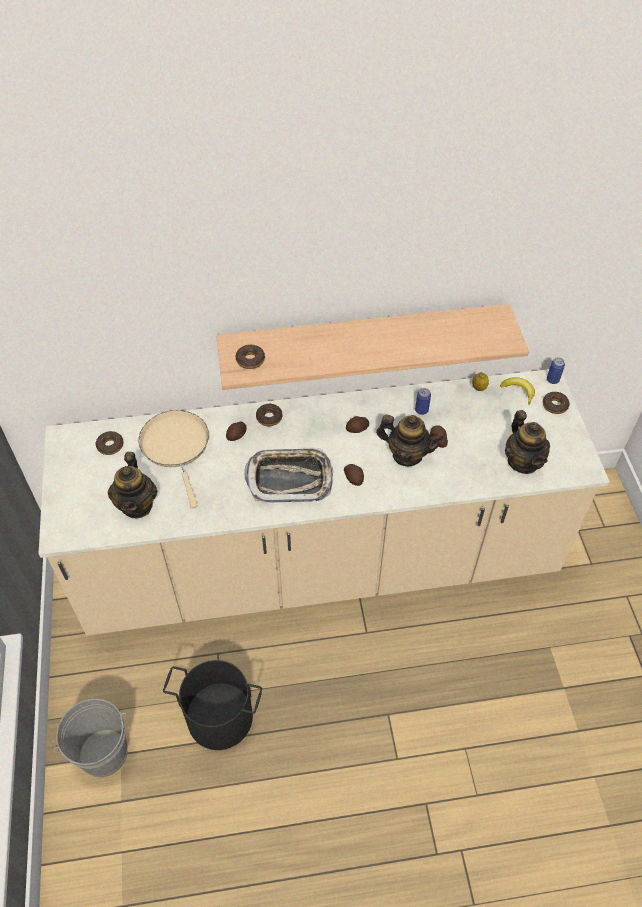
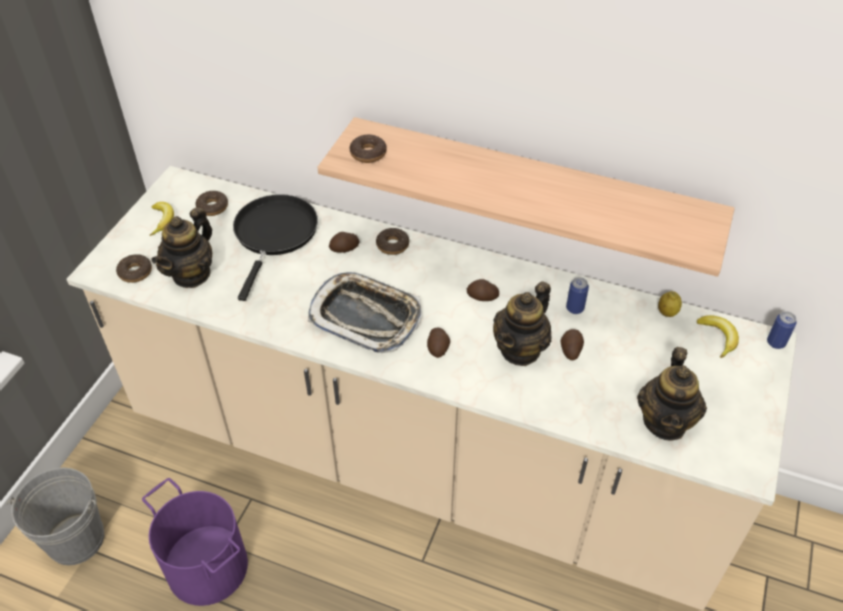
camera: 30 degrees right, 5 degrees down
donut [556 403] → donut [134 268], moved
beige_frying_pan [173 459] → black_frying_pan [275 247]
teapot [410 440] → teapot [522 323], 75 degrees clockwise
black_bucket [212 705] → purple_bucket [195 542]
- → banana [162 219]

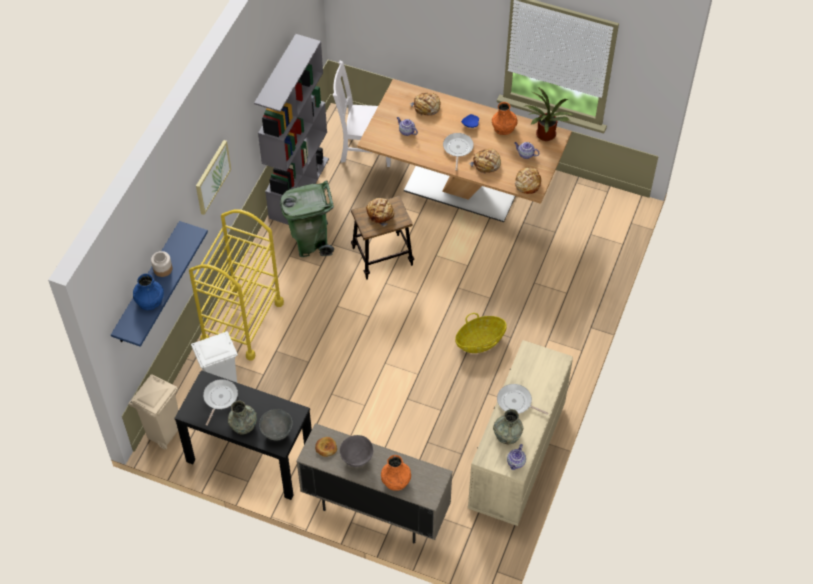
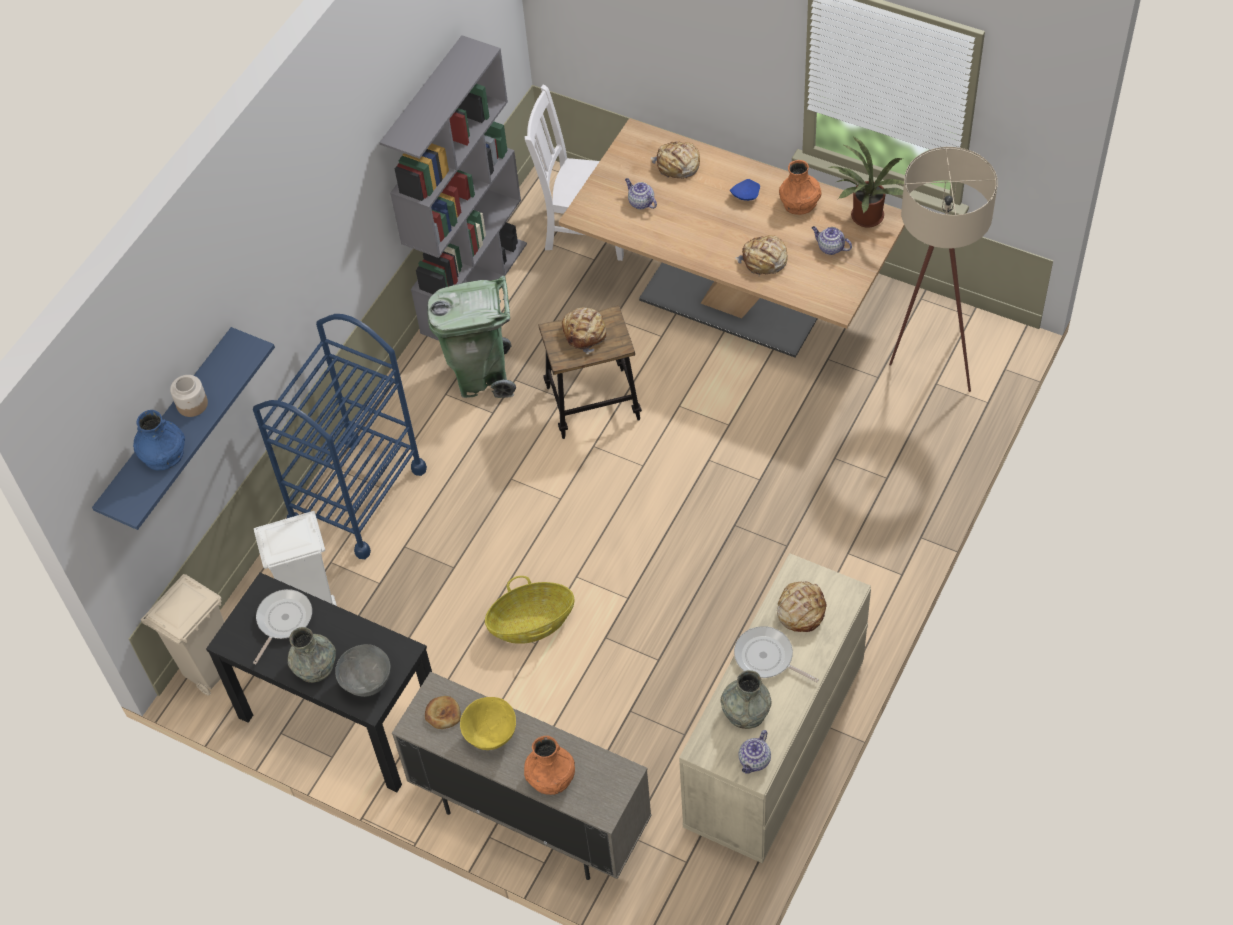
camera: 10 degrees right, 0 degrees up
frying_pan [458 152] → -
picture [213 177] → -
bread [528 180] → bread [802 606], moved
yellow_cart [236 285] → blue_cart [340 436]
basket [481 333] → basket [529 610], moved
grey_bowl [356 451] → yellow_bowl [488 723]
- → beige_floor_lamp [943 269]

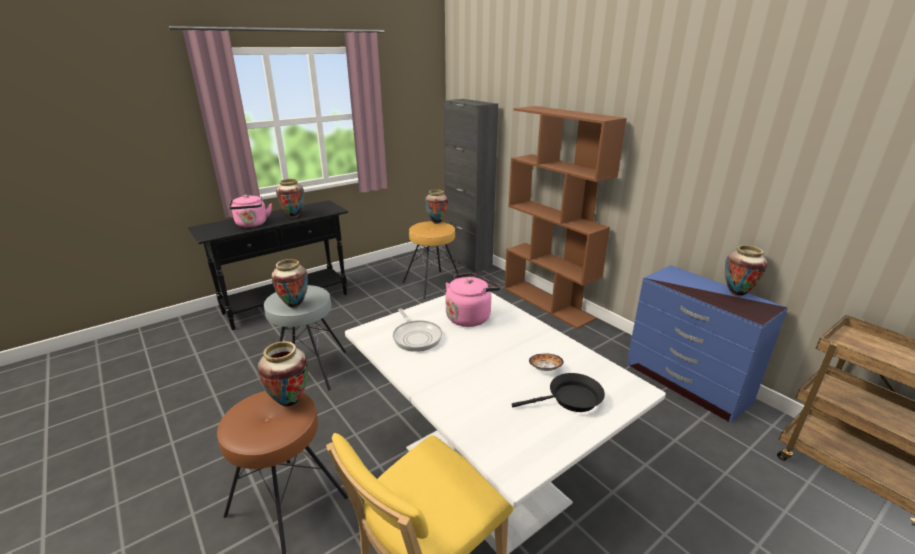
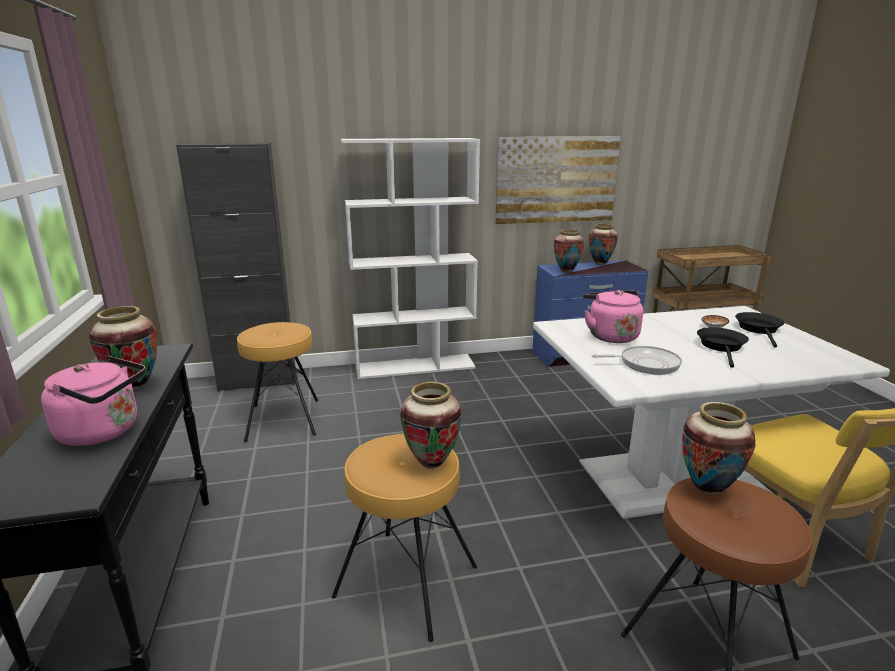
camera: 65 degrees left, 5 degrees down
brown_bookcase [565 217] → white_bookcase [410 258]
vase [436 207] → vase [569 251], moved
grey_stool [305 337] → brown_stool [404 538]
- → picture [558 180]
- → black_frying_pan [723 347]

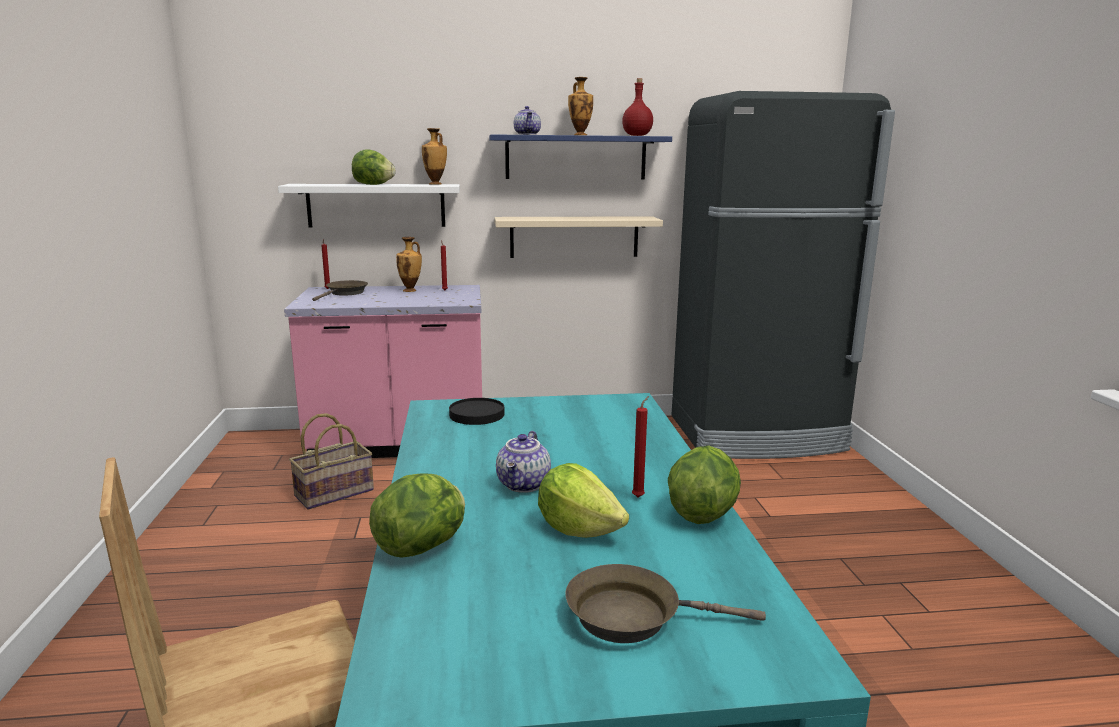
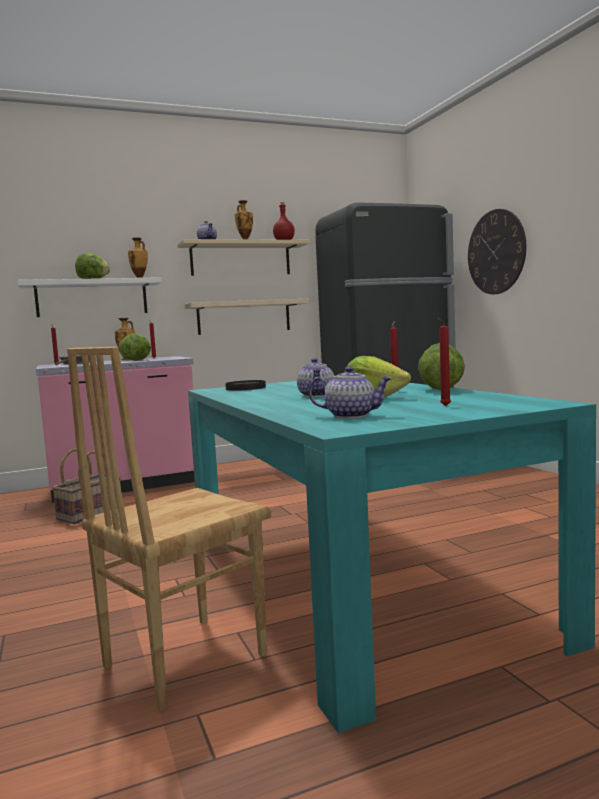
camera: 15 degrees left, 10 degrees down
blue_shelf [580 156] → beige_shelf [243 257]
lettuce [417 515] → lettuce [135 347], moved
brown_frying_pan [665 603] → red_candle [444 362]
- → wall_clock [497 251]
- → teapot [350 392]

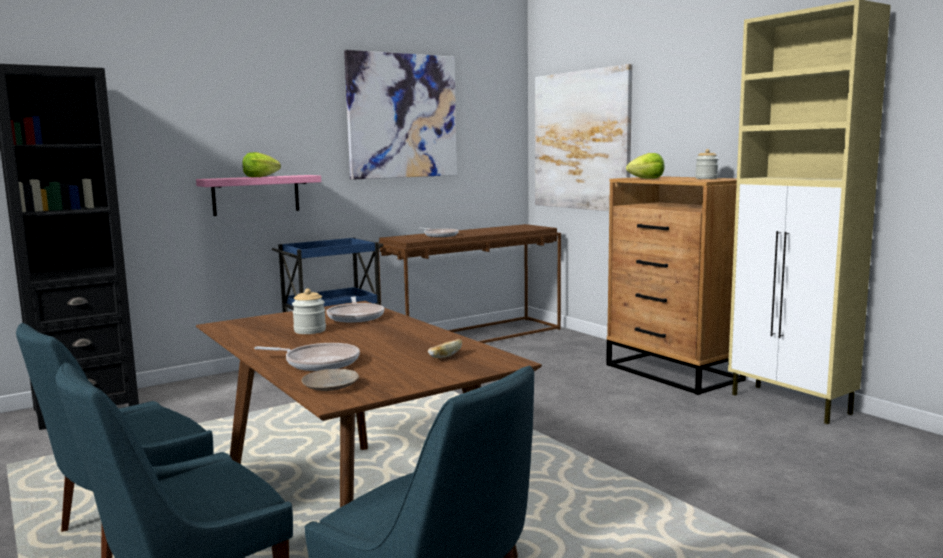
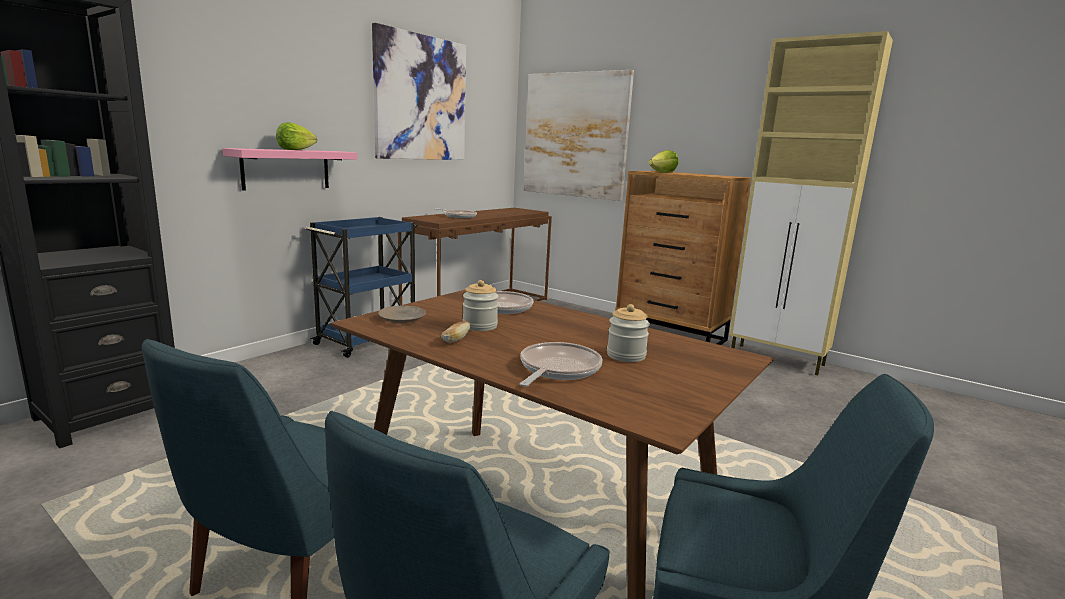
camera: 20 degrees left, 5 degrees up
jar [706 164] → jar [628 333], moved
bread [445 348] → bread [455 331], moved
frying_pan [307 357] → frying_pan [561 364], 60 degrees counterclockwise
beige_plate [330 380] → beige_plate [402 314], moved

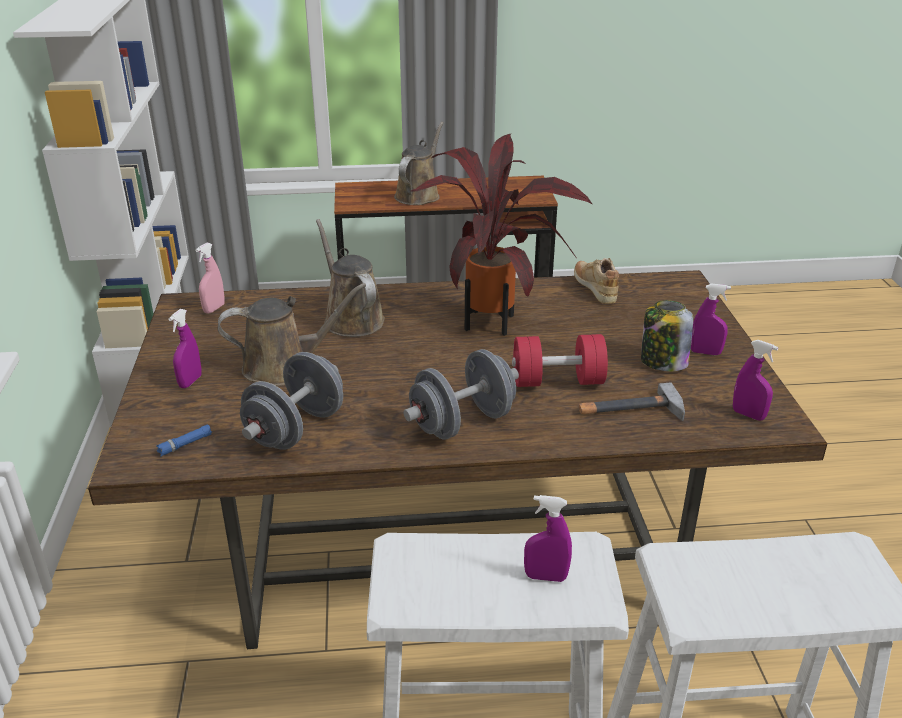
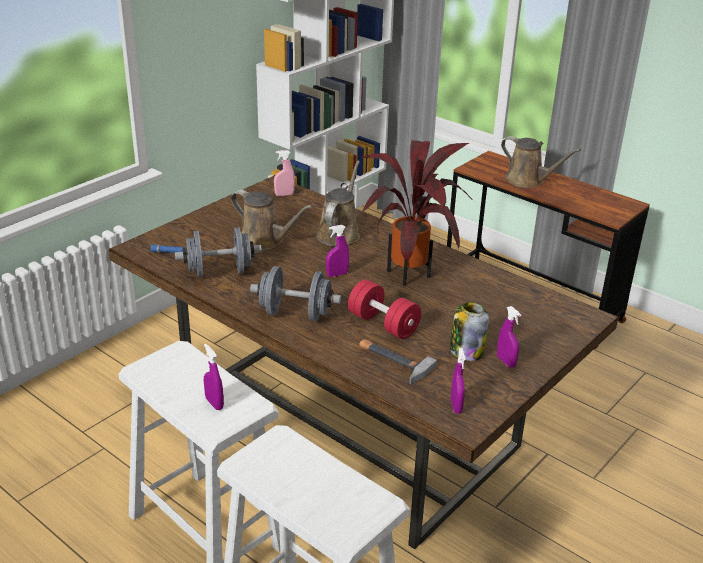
camera: 45 degrees right, 0 degrees up
brown_watering_can [419 163] → brown_watering_can [541 162], 60 degrees clockwise
beige_shoe [596 281] → -
purple_spray_bottle [185 348] → purple_spray_bottle [337 251], moved

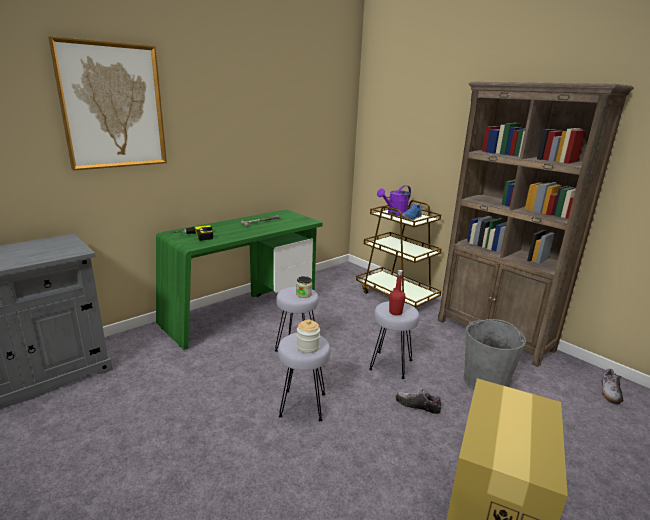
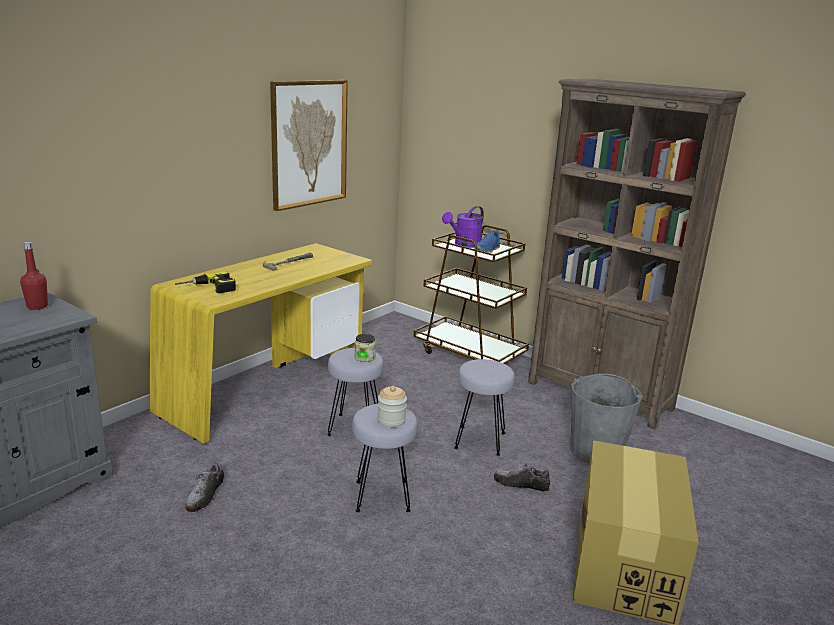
camera: 10 degrees left, 0 degrees up
picture [107 103] → picture [309 145], moved
green_desk [239 280] → yellow_desk [260 343]
red_bottle [397 292] → red_bottle [34 276], moved
shoe [612 387] → shoe [205 487], moved

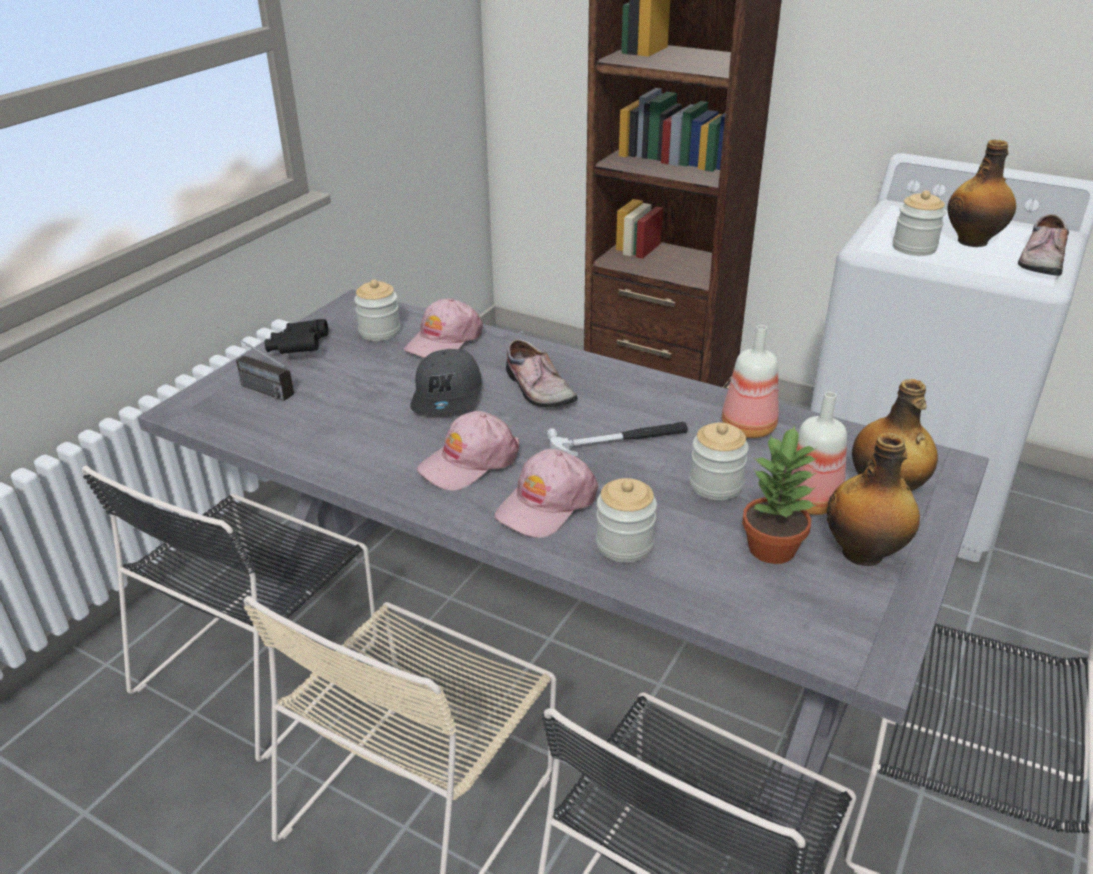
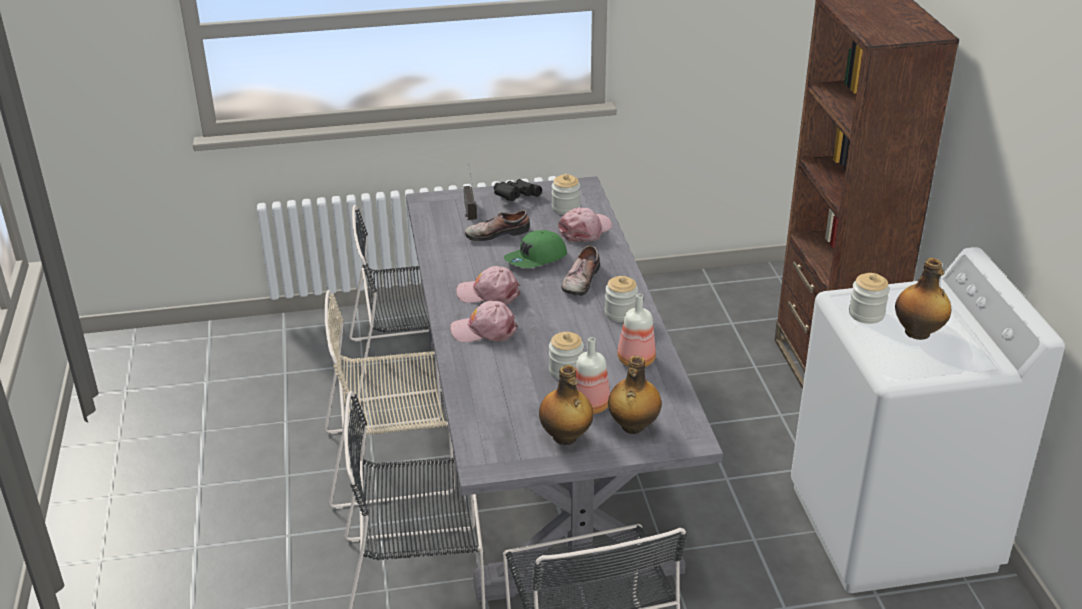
camera: 50 degrees right, 0 degrees up
shoe [1043 245] → shoe [497 225], moved
pink_cap [443 328] → pink_cap [585 224], 135 degrees clockwise
grey_cap [446 381] → green_cap [535 249]
hammer [617 438] → -
potted_plant [779 494] → -
jar [626 520] → jar [621 299], moved

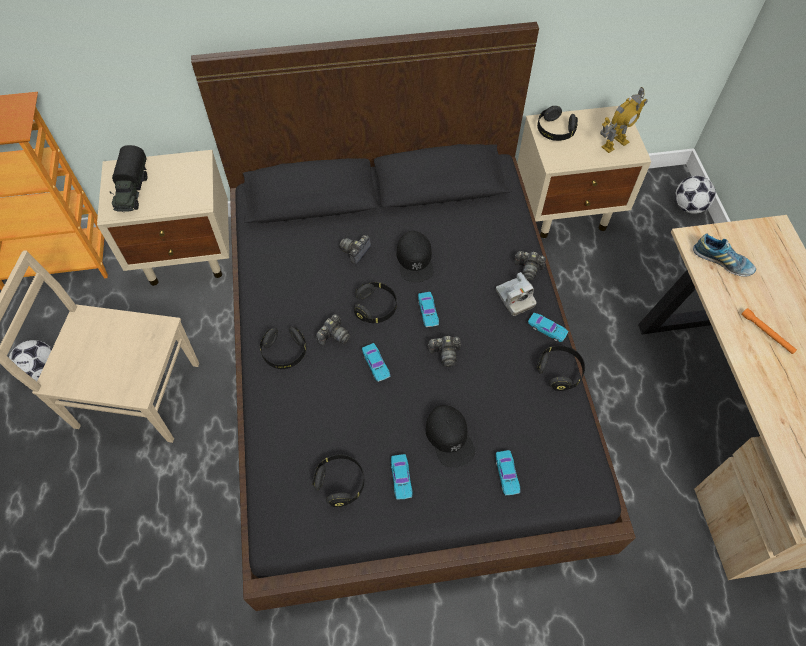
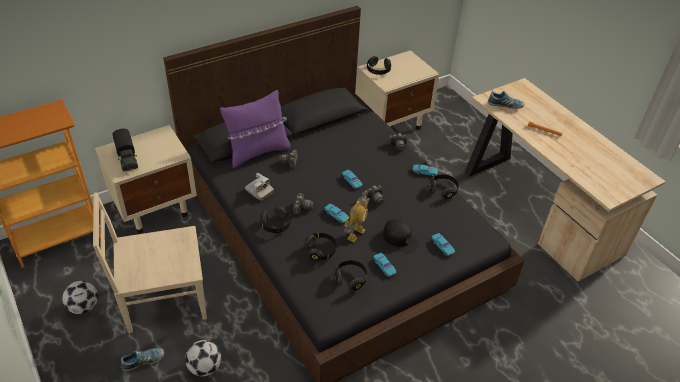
camera: 25 degrees left, 15 degrees down
toy_robot [624 120] → toy_robot [357 217], moved
football [695 195] → football [203 358], moved
black_cap [415 256] → -
photo_camera [516 294] → photo_camera [259 187], moved
black_headphones [375 302] → black_headphones [320 247], moved
- → purple_pillow [255 129]
- → shoe [142 360]

